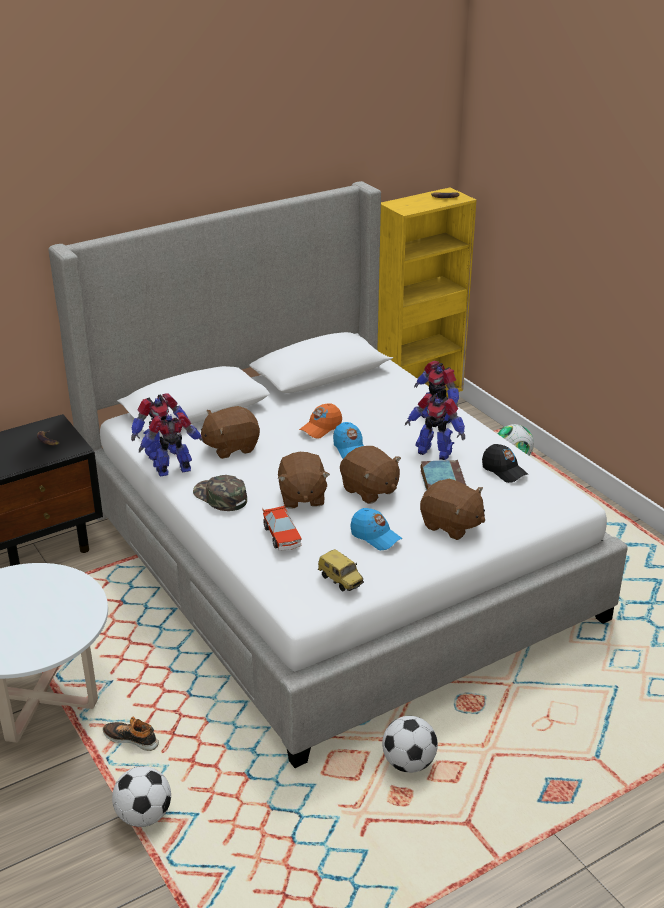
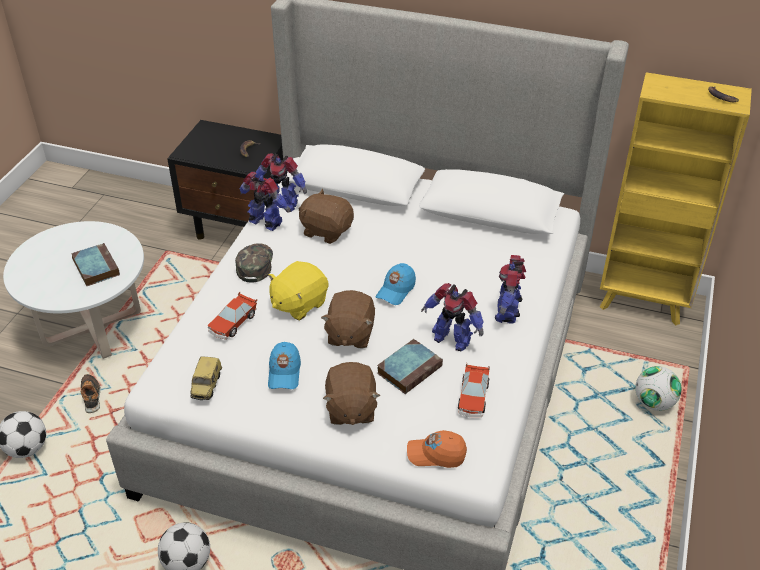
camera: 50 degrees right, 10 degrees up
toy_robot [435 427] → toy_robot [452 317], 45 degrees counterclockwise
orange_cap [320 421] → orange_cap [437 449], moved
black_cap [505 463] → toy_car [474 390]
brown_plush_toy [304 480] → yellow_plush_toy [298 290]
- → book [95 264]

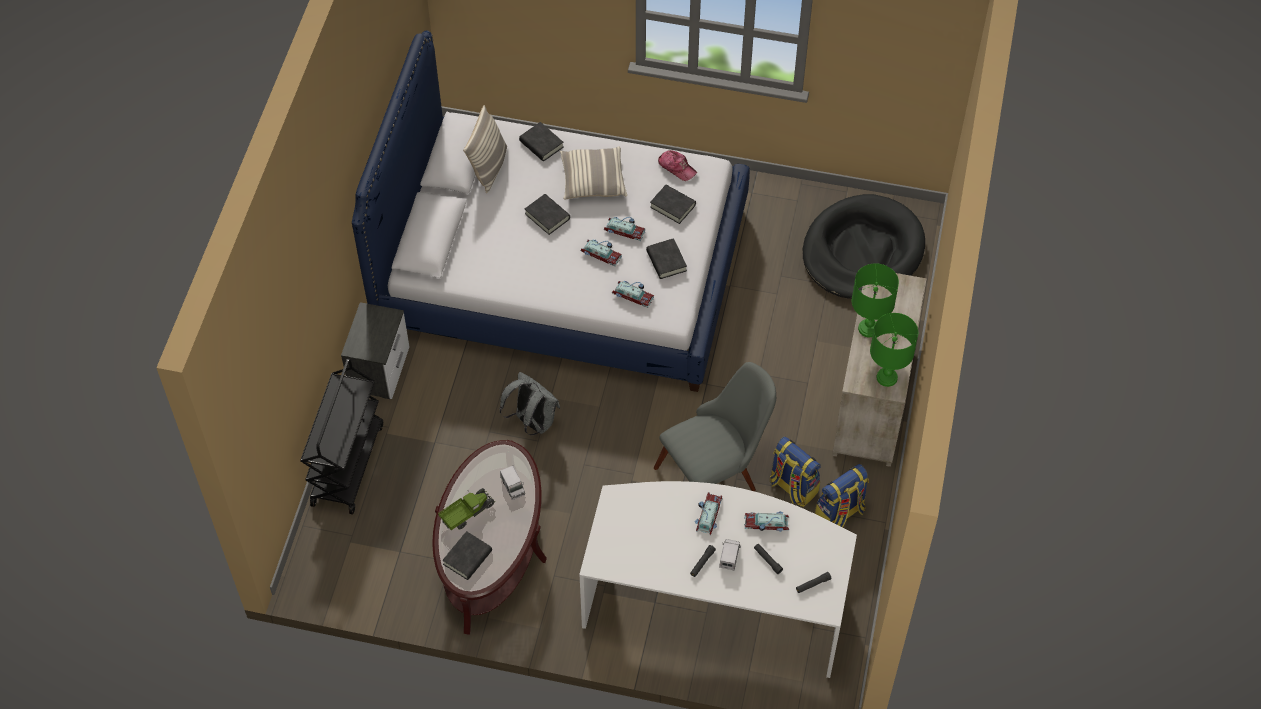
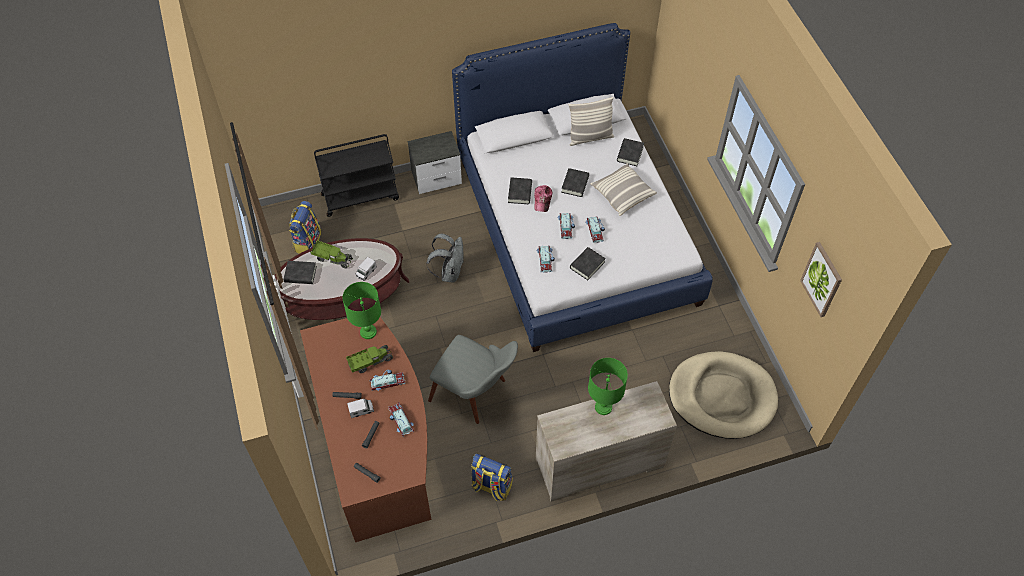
camera: 60 degrees right, 0 degrees up
cap [677 165] → cap [543 198], moved
black_book [673 204] → black_book [520 190], moved
black_dog_bed [863 246] → beige_dog_bed [723 395]
green_table_lamp [894 350] → green_table_lamp [362 310], moved
backpack [795 471] → backpack [305 227], moved
white_desk [718 579] → brown_desk [366 429]
- → picture [821 279]
- → toy_truck [369 359]

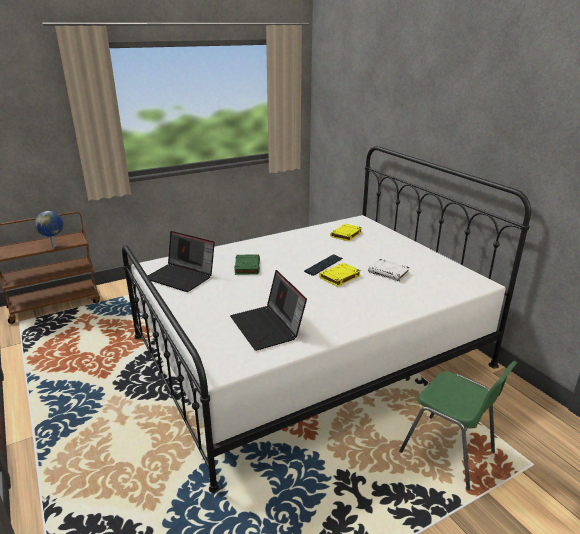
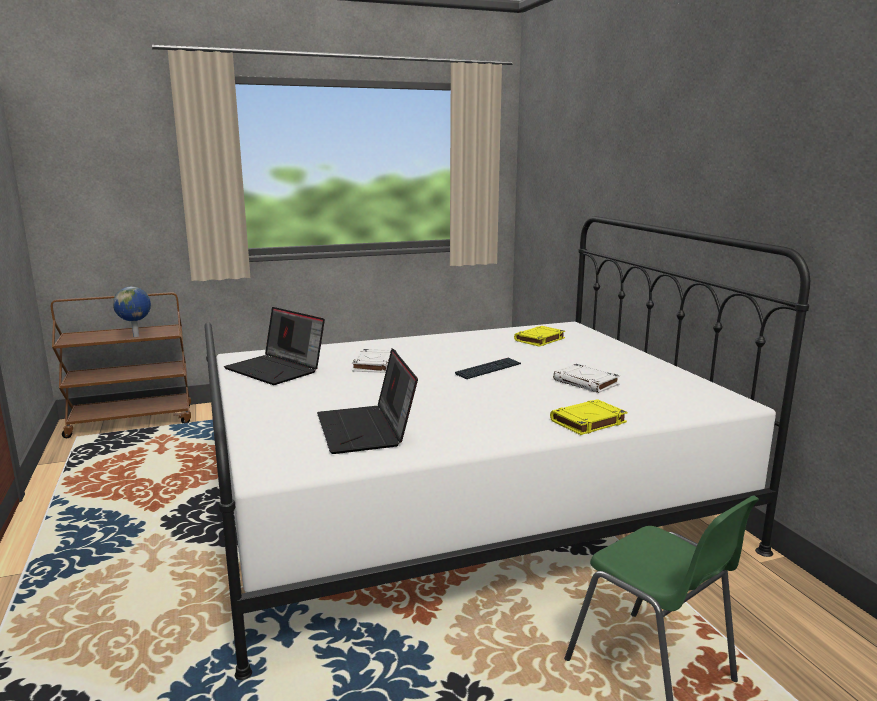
camera: 10 degrees right, 10 degrees down
green_book [247 264] → white_book [374 361]
yellow_book [340 275] → yellow_book [589 417], moved

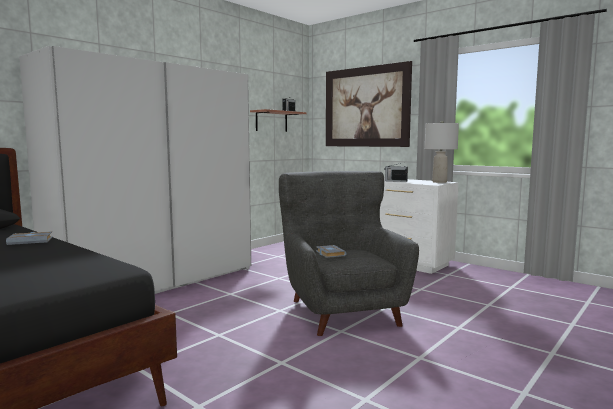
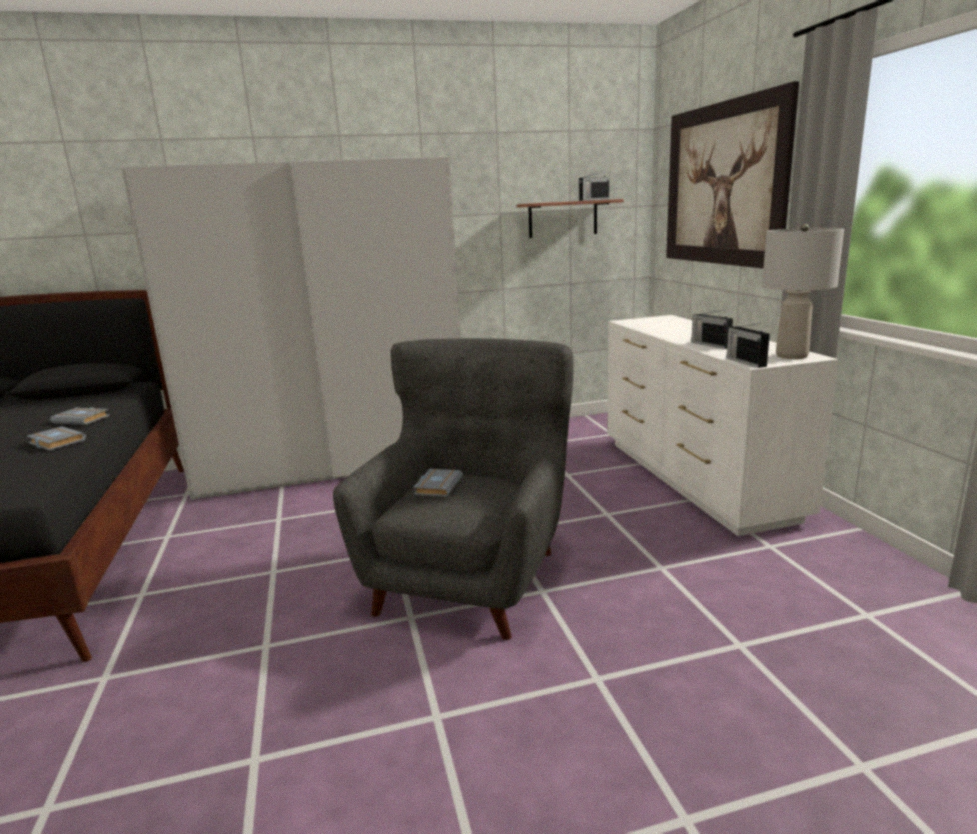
camera: 35 degrees right, 10 degrees up
- → radio [748 346]
- → grey_book [56 438]

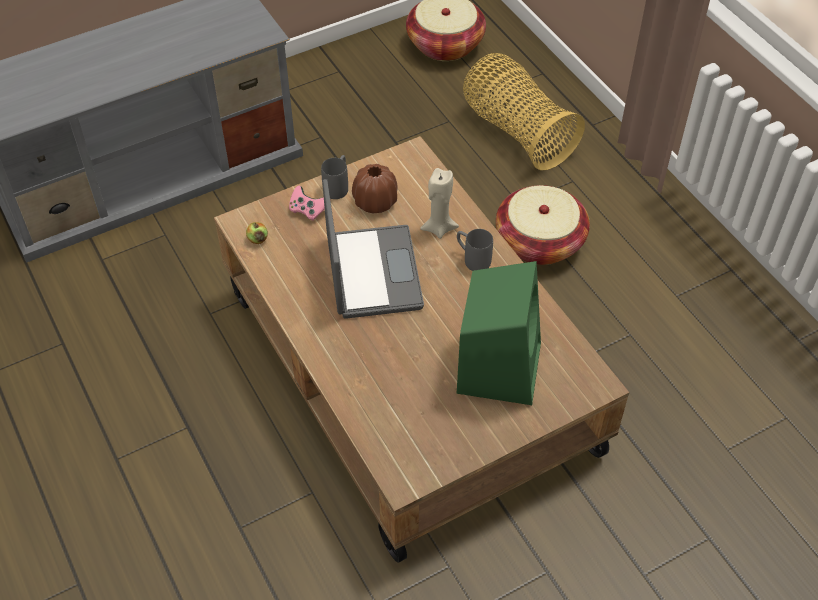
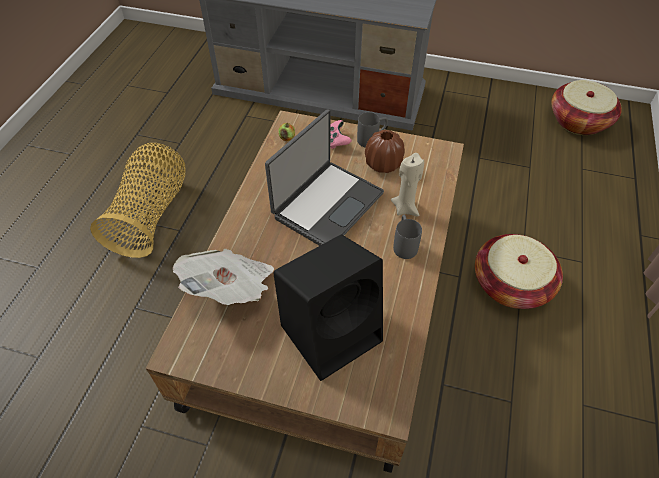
camera: 45 degrees right, 0 degrees up
basket [524 111] → basket [138 200], moved
green_speaker [499 333] → black_speaker [328 307]
- → newspaper [223 277]

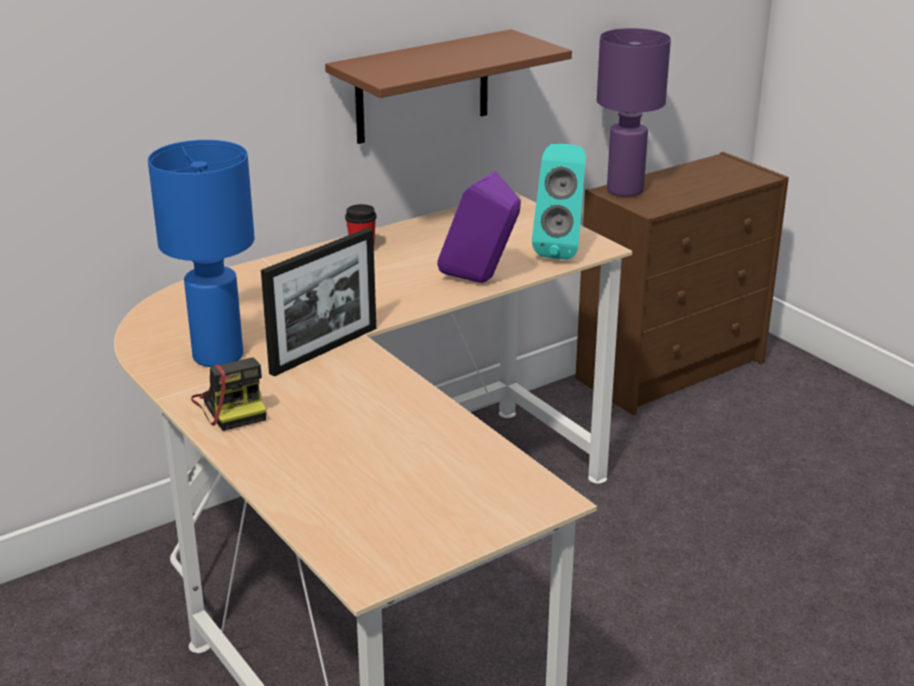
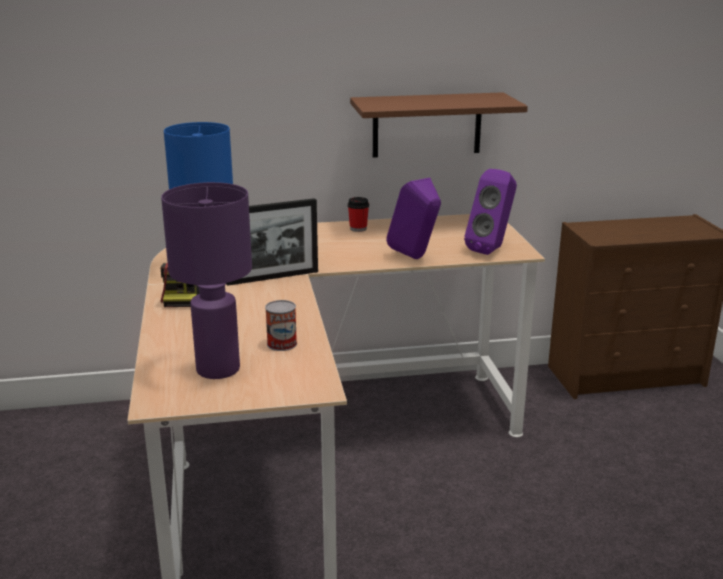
camera: 25 degrees right, 5 degrees down
purple_table_lamp [634 112] → purple_table_lamp [206 280], moved
turquoise_speaker [559 202] → purple_speaker [490 212]
- → can [281 325]

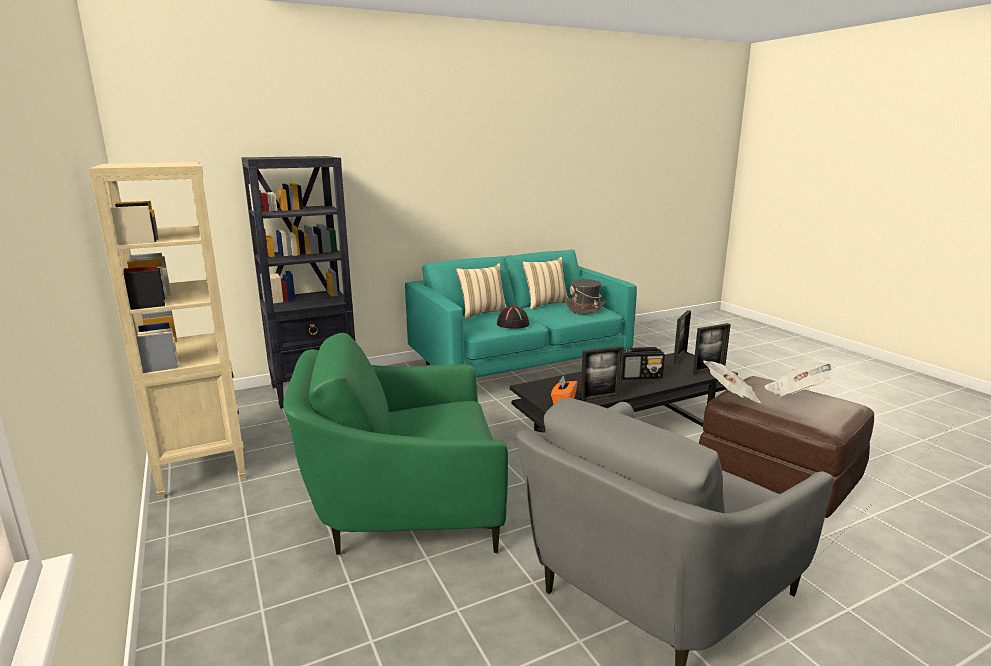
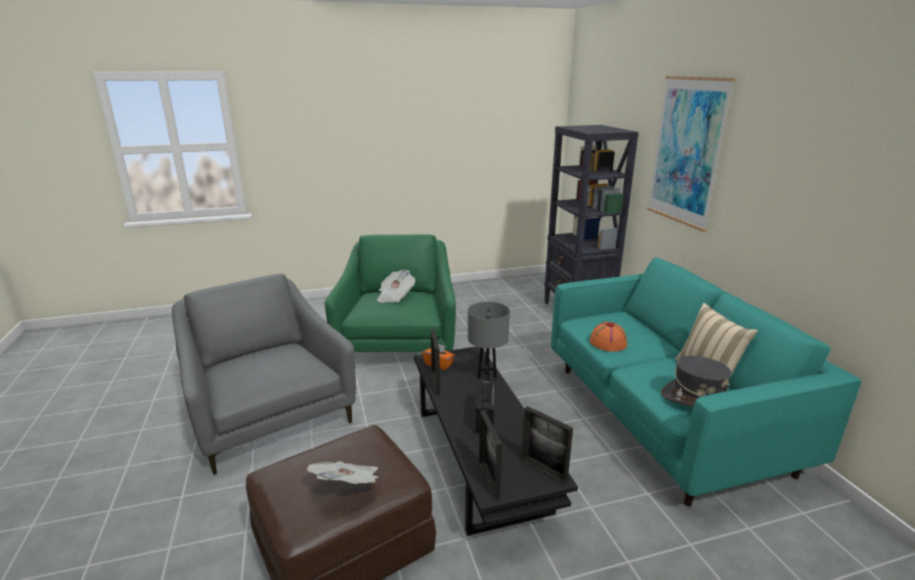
camera: 100 degrees right, 5 degrees up
beige_bookcase [167 330] → -
beige_pillow [481 291] → -
black_hat [513 317] → orange_hat [608 337]
newspaper [732 382] → newspaper [396 286], moved
- → picture [691 154]
- → grey_table_lamp [489 341]

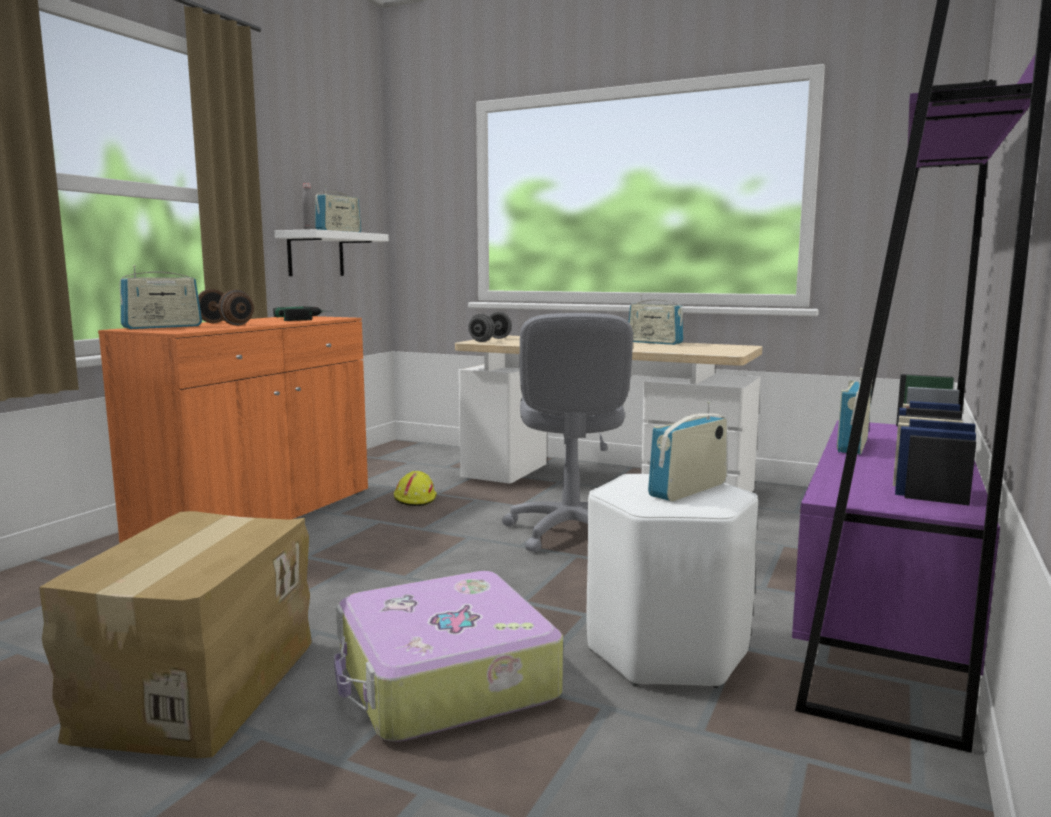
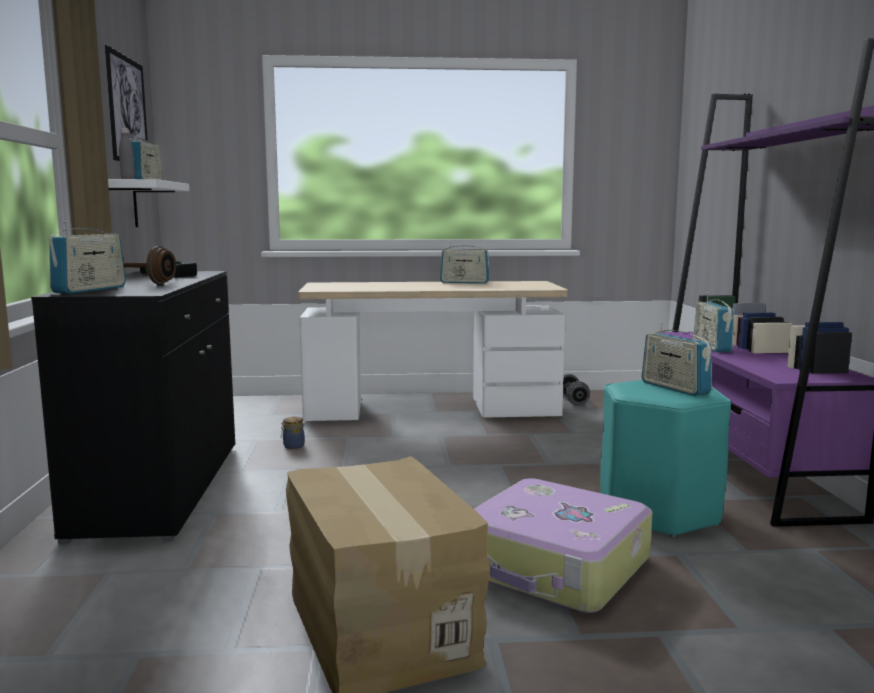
camera: 30 degrees left, 0 degrees up
grey_dumbbell [490 327] → grey_dumbbell [576 389], moved
grey_office_chair [567 432] → -
orange_cabinet [233 429] → black_cabinet [133 407]
radio [687 452] → radio [677 359], 45 degrees counterclockwise
yellow_hard_hat [415 488] → jar [293 433]
white_stool [672 581] → turquoise_stool [665 459]
- → picture [126 103]

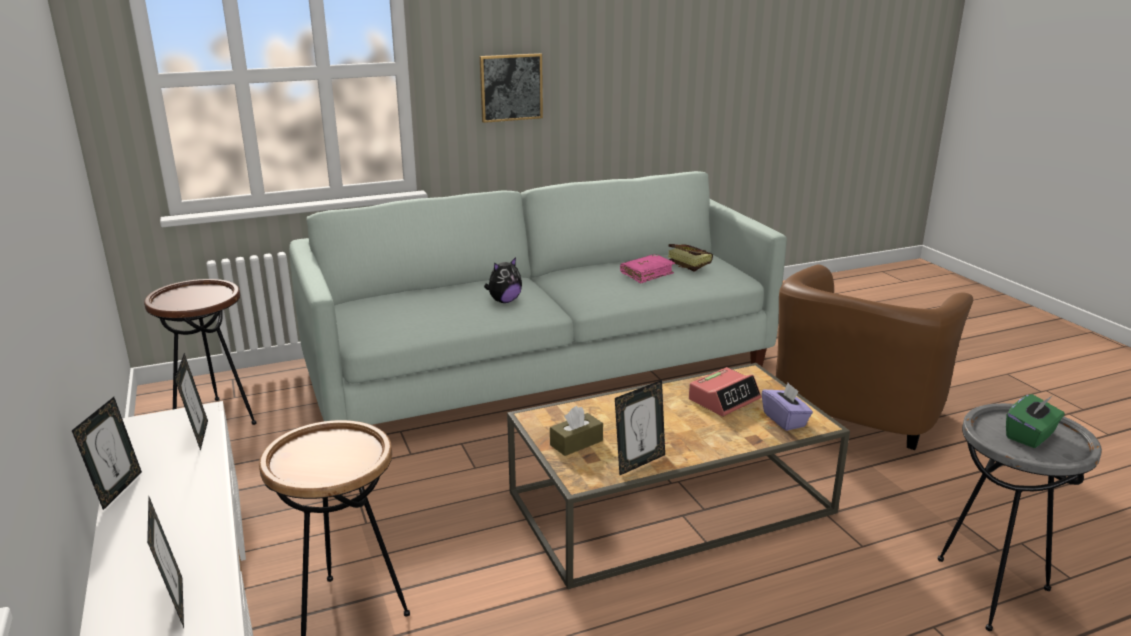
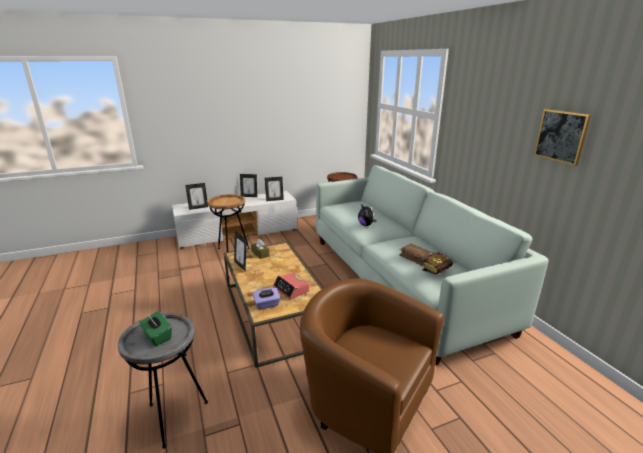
camera: 90 degrees right, 0 degrees up
picture [511 88] → picture [562 137], moved
pink_book [647 268] → brown_book [417 255]

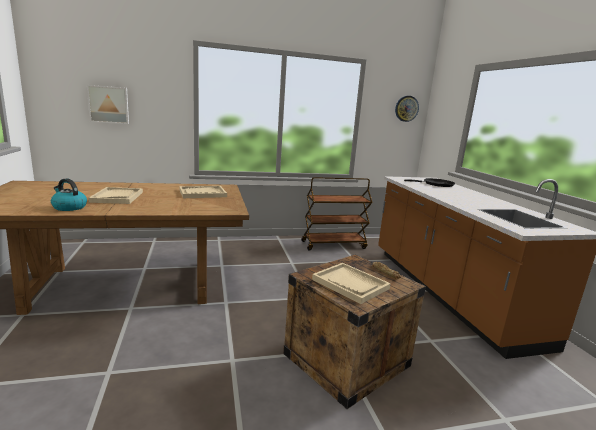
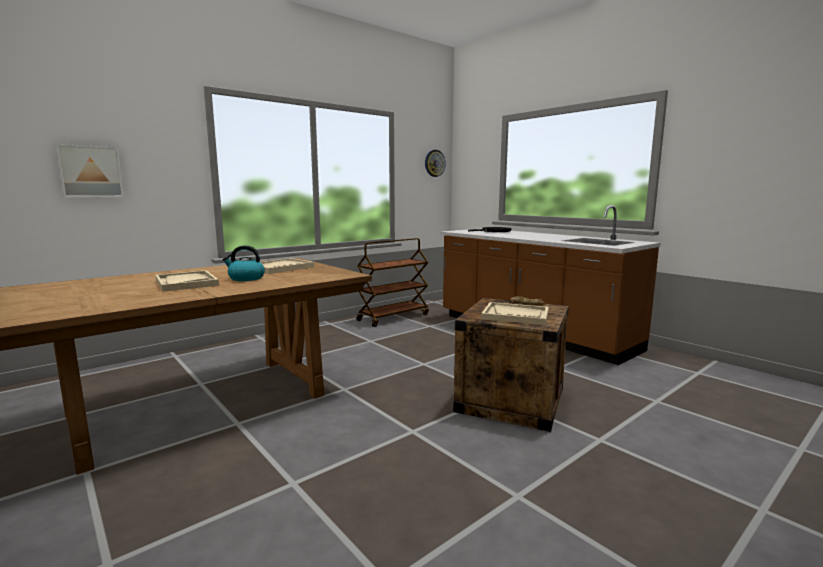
camera: 25 degrees left, 5 degrees down
kettle [69 194] → kettle [243 263], moved

